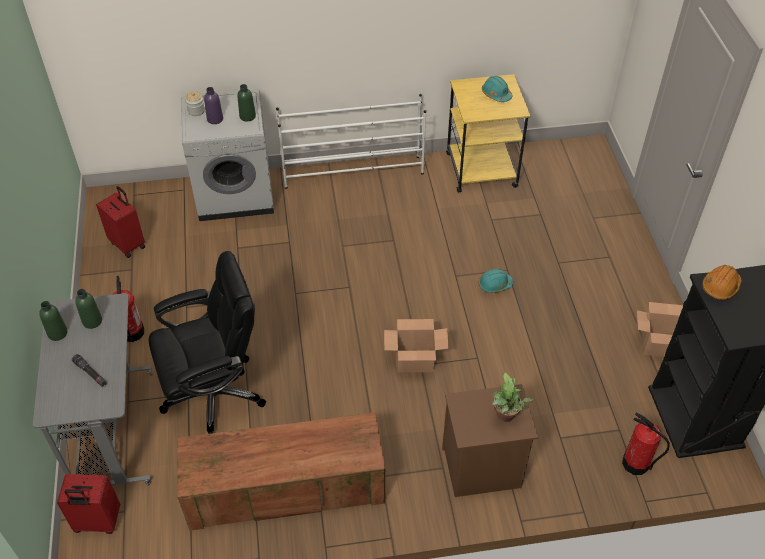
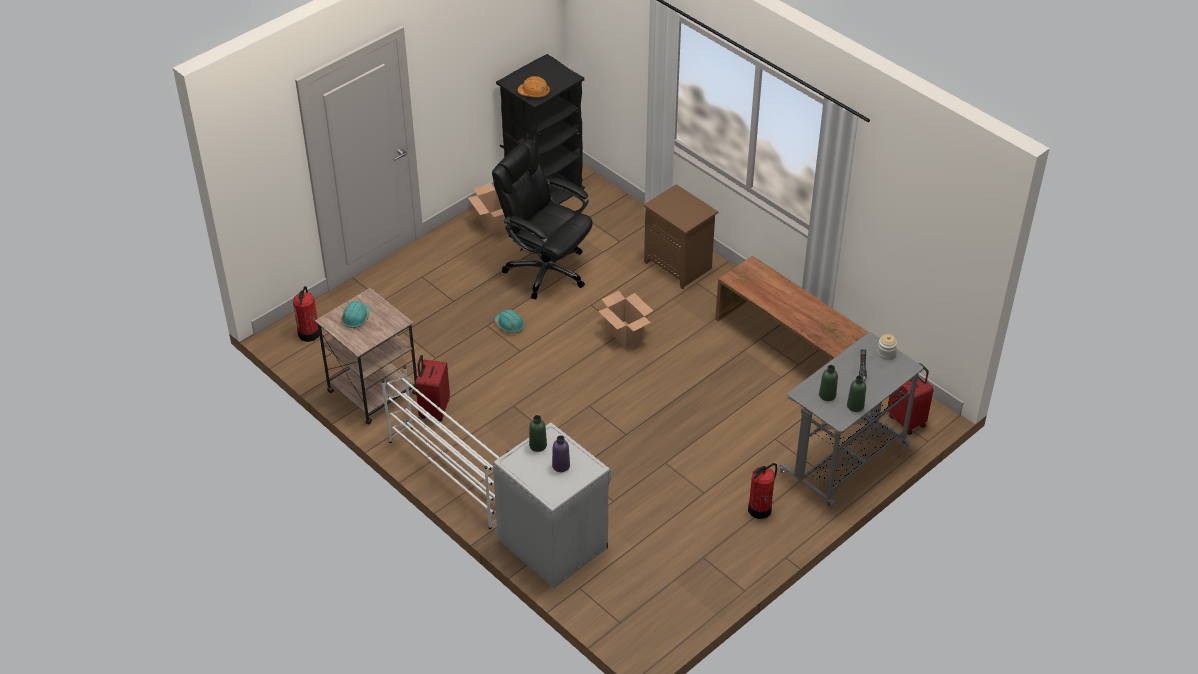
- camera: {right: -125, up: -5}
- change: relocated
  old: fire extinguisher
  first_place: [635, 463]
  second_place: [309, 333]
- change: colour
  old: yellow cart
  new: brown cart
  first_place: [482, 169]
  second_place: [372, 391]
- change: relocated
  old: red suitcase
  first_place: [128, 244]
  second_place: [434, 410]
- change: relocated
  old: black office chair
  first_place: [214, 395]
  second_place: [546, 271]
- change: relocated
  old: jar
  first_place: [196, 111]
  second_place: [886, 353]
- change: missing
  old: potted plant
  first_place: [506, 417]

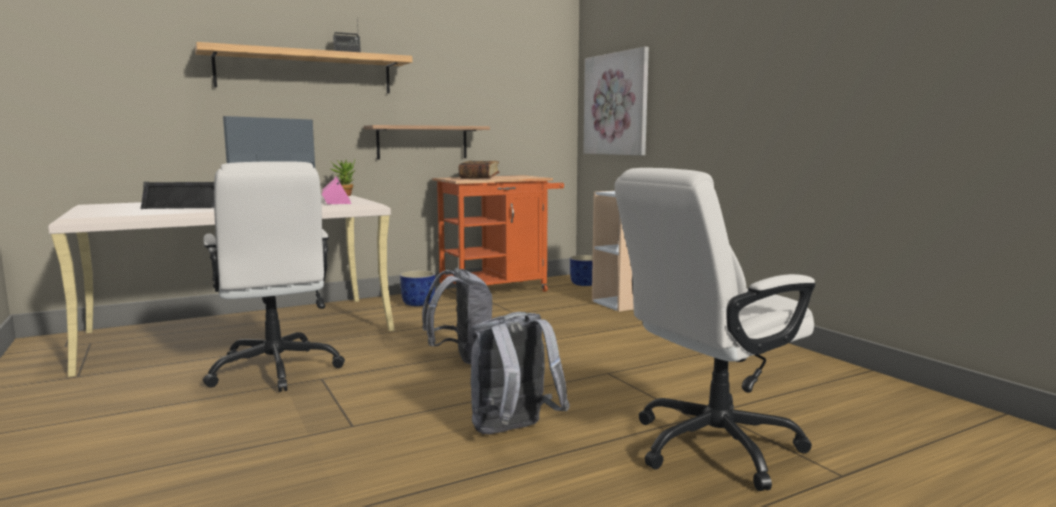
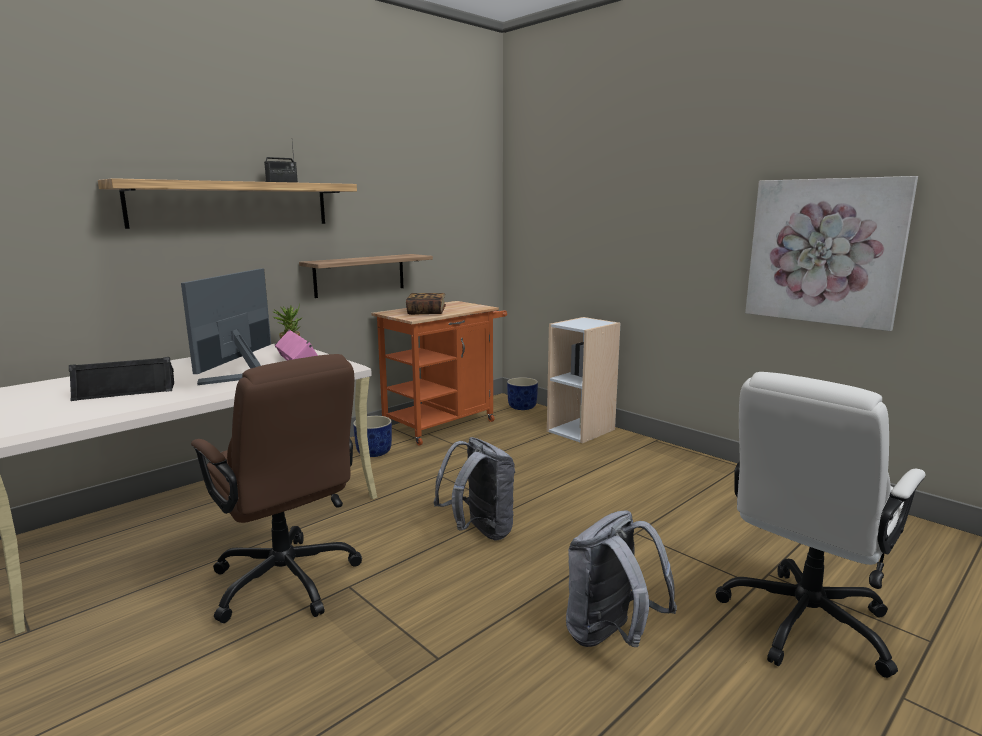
- camera: {right: -15, up: 5}
- change: colour
  old: white office chair
  new: brown office chair
  first_place: [276, 372]
  second_place: [289, 584]
- change: relocated
  old: picture
  first_place: [615, 104]
  second_place: [824, 251]

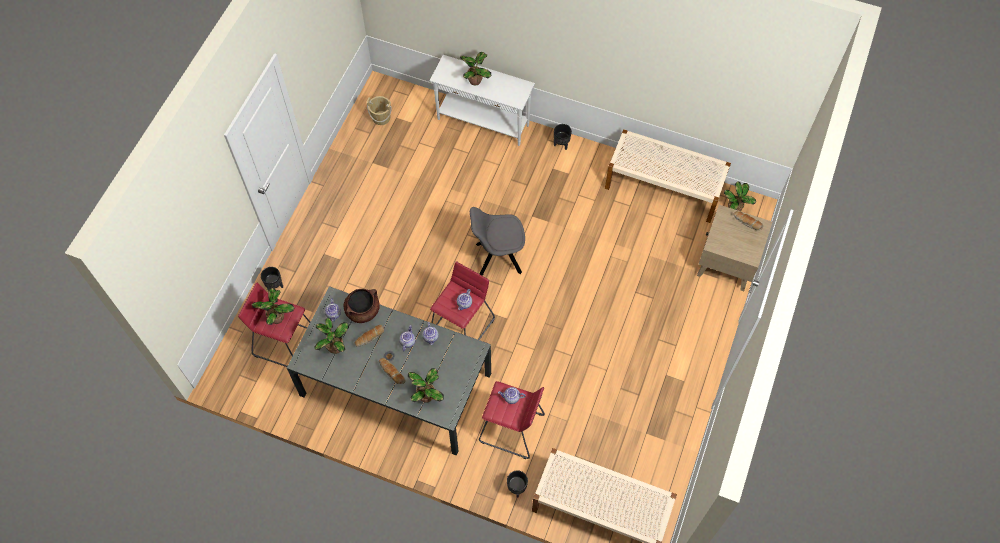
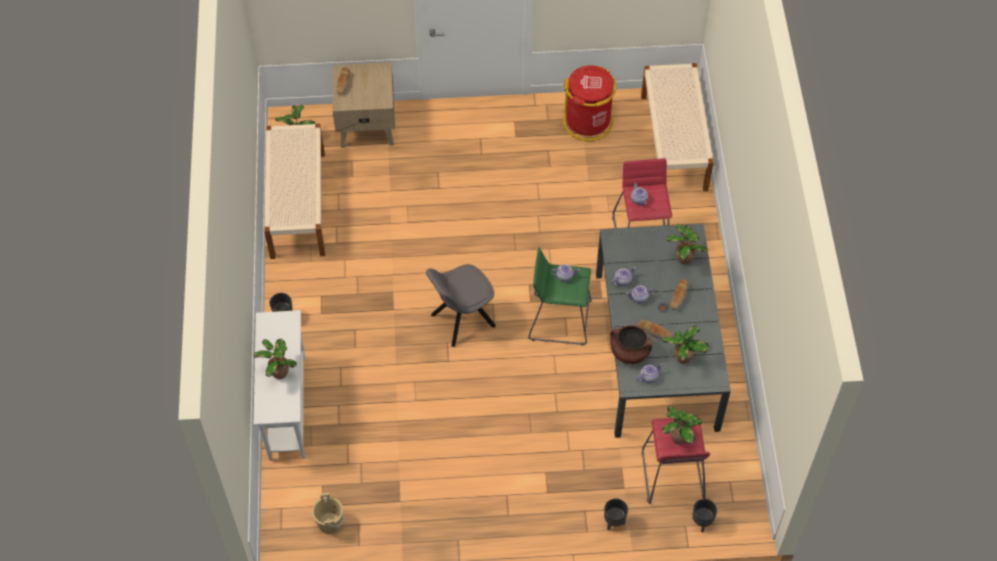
- camera: {right: -115, up: -5}
- change: spun
  old: grey chair
  first_place: [498, 258]
  second_place: [462, 320]
  degrees: 90
- change: colour
  old: red stool
  new: green stool
  first_place: [462, 326]
  second_place: [559, 320]
- change: appeared
  new: red trash can
  second_place: [588, 122]
- change: relocated
  old: black planter
  first_place: [516, 488]
  second_place: [701, 523]

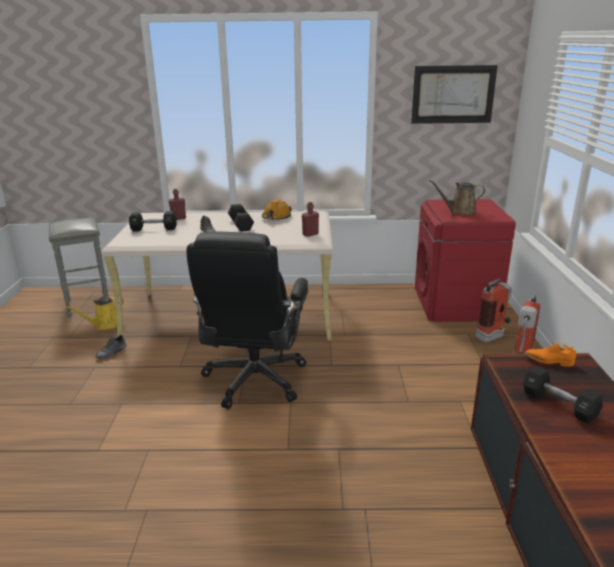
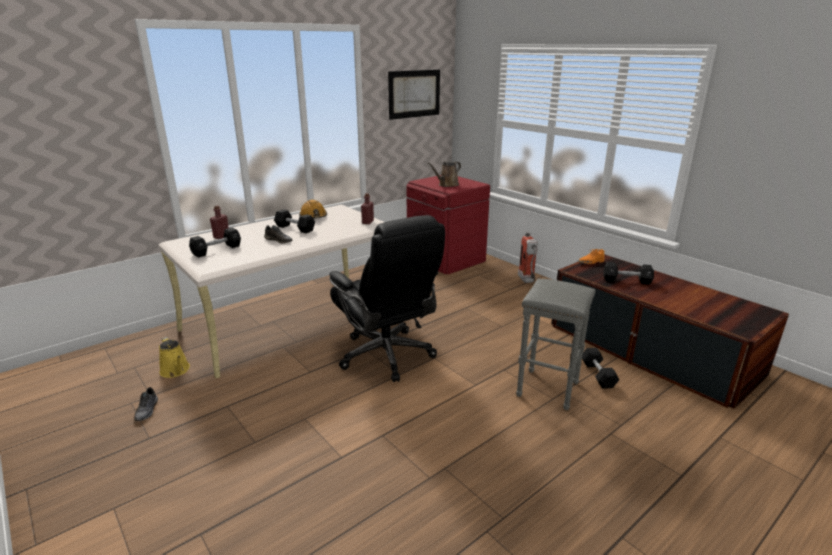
- camera: {right: -40, up: 0}
- change: relocated
  old: grey shoe
  first_place: [112, 353]
  second_place: [147, 410]
- change: spun
  old: yellow watering can
  first_place: [105, 325]
  second_place: [176, 371]
  degrees: -45
- change: relocated
  old: grey stool
  first_place: [89, 305]
  second_place: [549, 388]
- change: appeared
  new: black dumbbell
  second_place: [598, 375]
- change: missing
  old: fire extinguisher
  first_place: [493, 336]

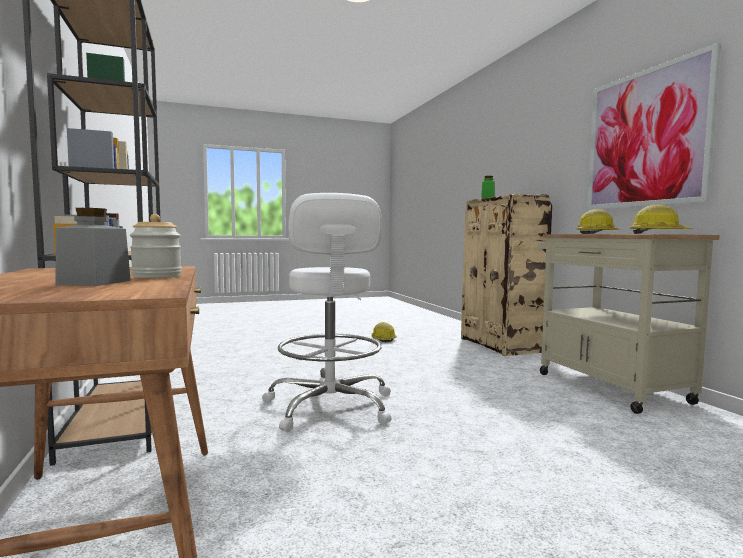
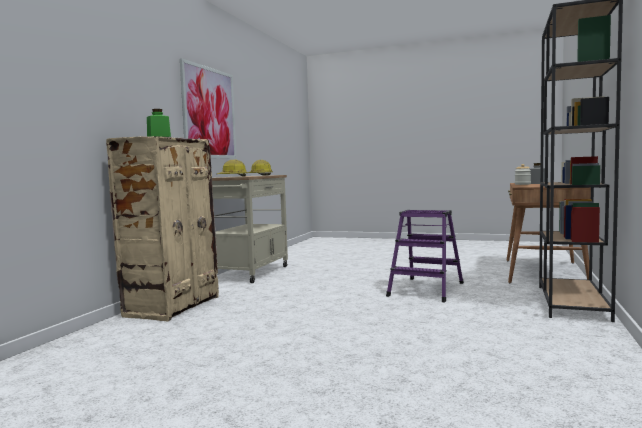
- camera: {right: -140, up: 0}
- change: exchanged
  old: white stool
  new: purple step ladder
  first_place: [330, 407]
  second_place: [426, 289]
- change: missing
  old: hard hat
  first_place: [382, 339]

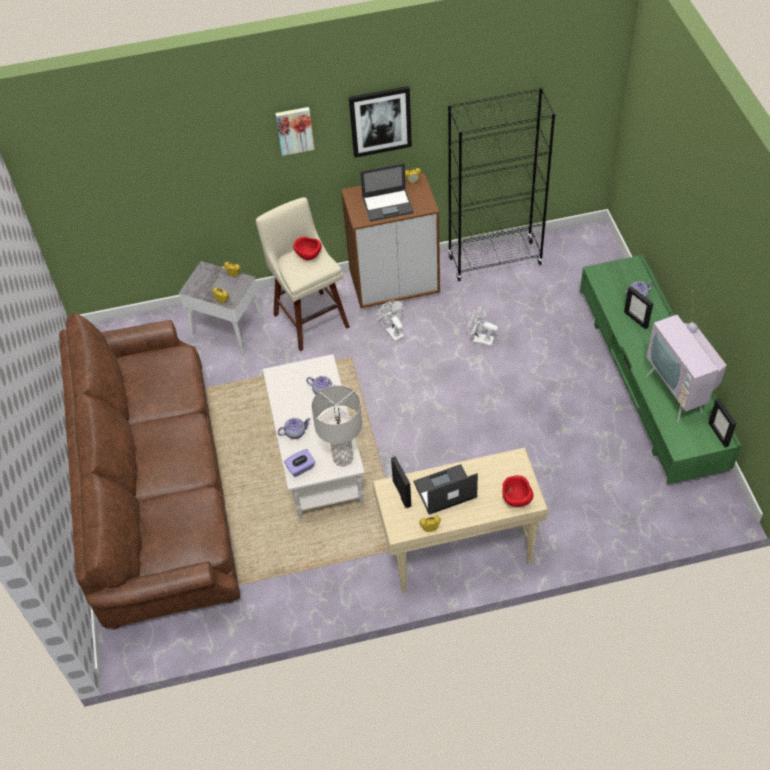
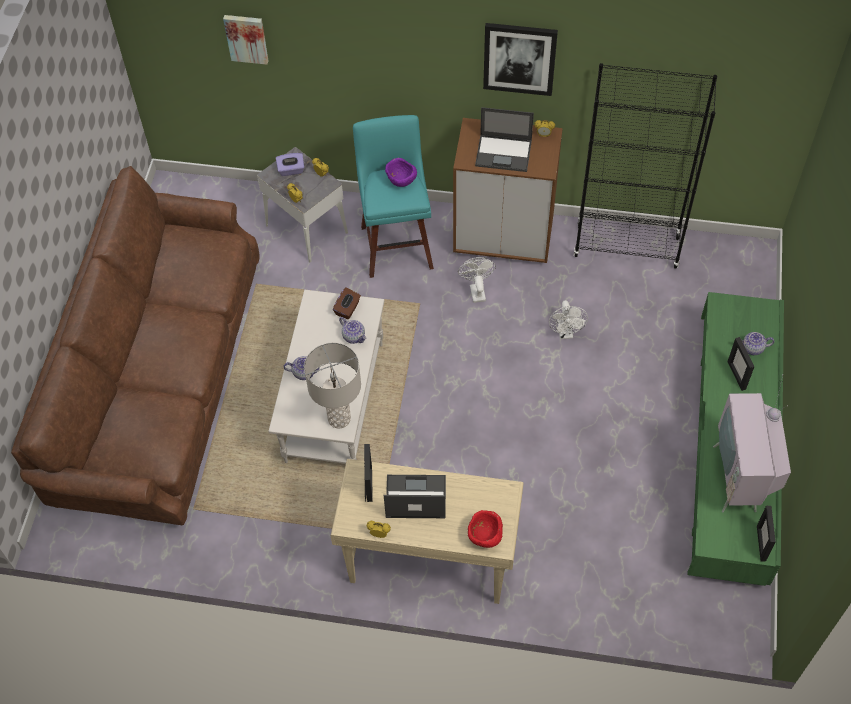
- camera: {right: 20, up: 5}
- change: relocated
  old: picture
  first_place: [294, 130]
  second_place: [246, 38]
- change: relocated
  old: purple tissue box
  first_place: [301, 468]
  second_place: [291, 170]
- change: appeared
  new: brown tissue box
  second_place: [347, 309]
- change: colour
  old: beige stool
  new: turquoise stool
  first_place: [310, 319]
  second_place: [397, 245]
- change: colour
  old: red bowl
  new: purple bowl
  first_place: [308, 256]
  second_place: [401, 181]
- change: spun
  old: white fan
  first_place: [480, 340]
  second_place: [565, 333]
  degrees: -135

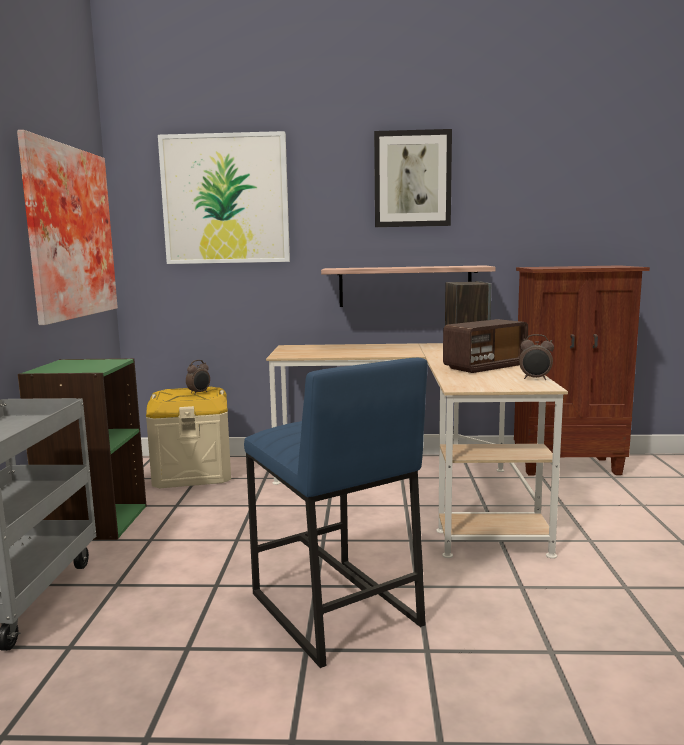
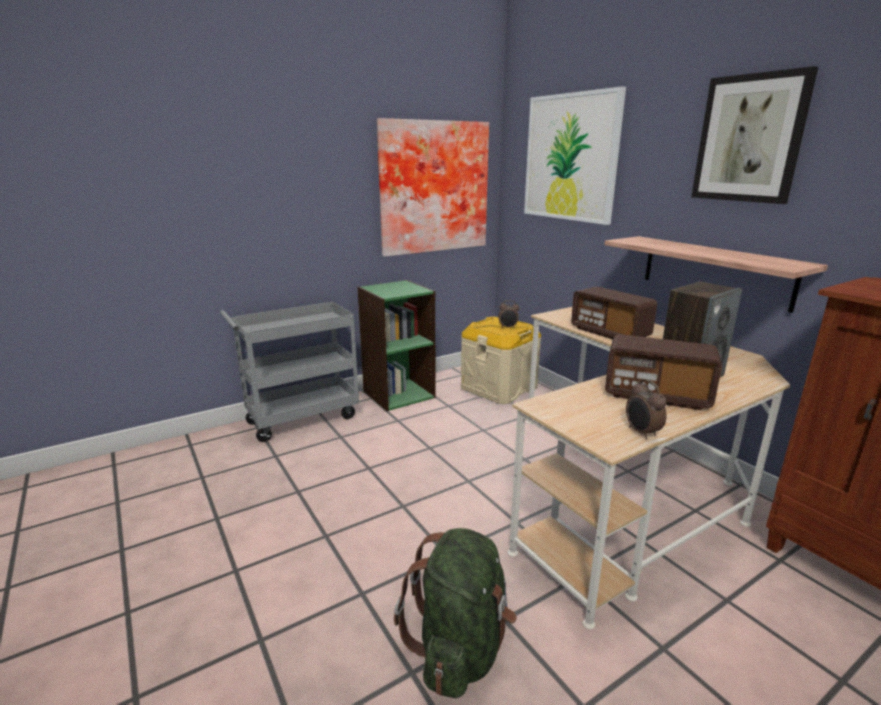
- camera: {right: 55, up: 10}
- change: appeared
  new: green backpack
  second_place: [460, 648]
- change: appeared
  new: radio
  second_place: [610, 333]
- change: missing
  old: blue stool
  first_place: [335, 609]

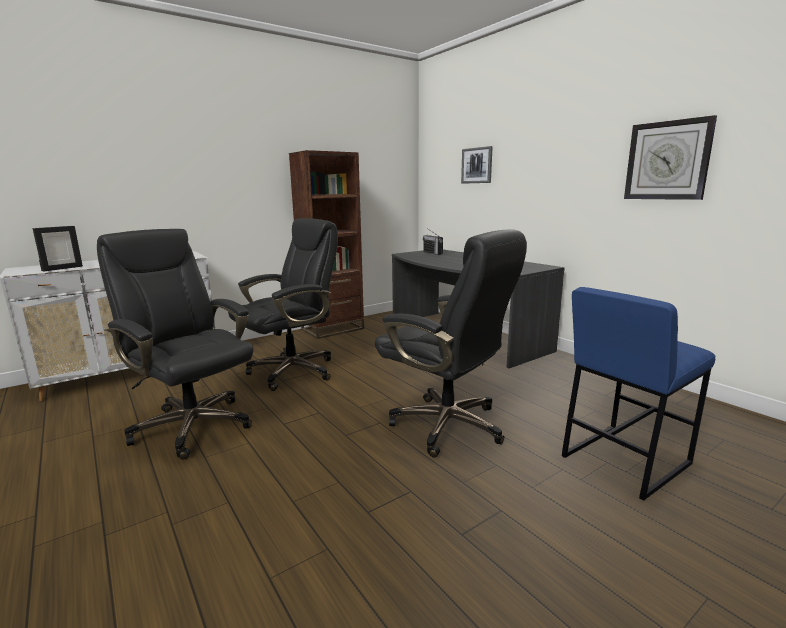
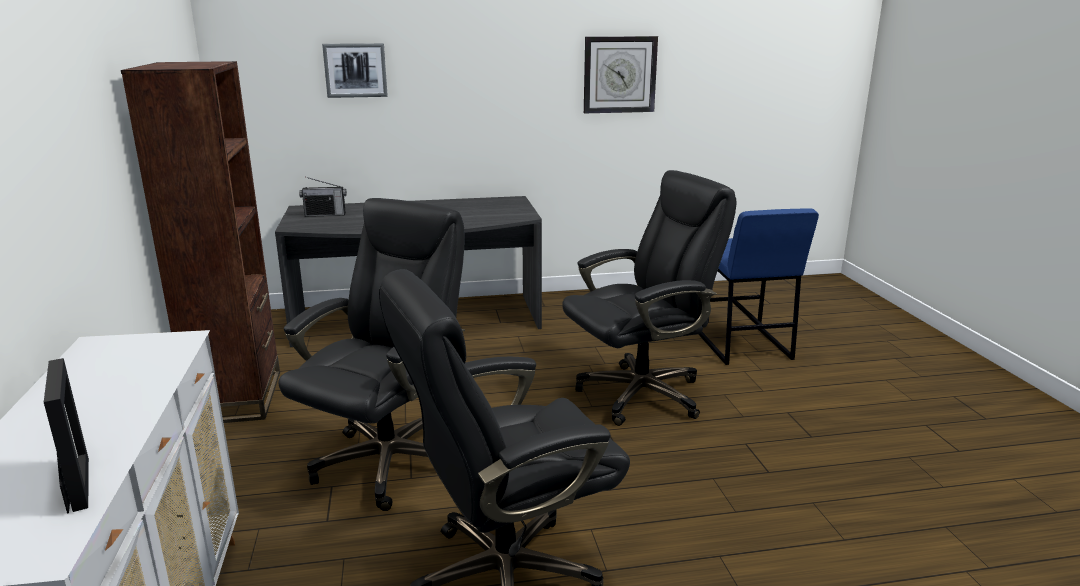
- camera: {right: -65, up: 5}
- change: spun
  old: black office chair
  first_place: [291, 372]
  second_place: [387, 465]
  degrees: 45

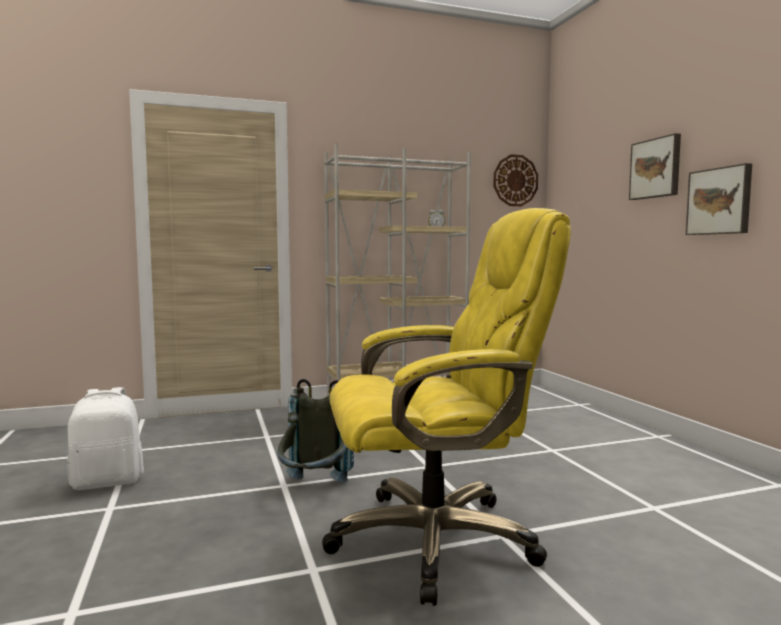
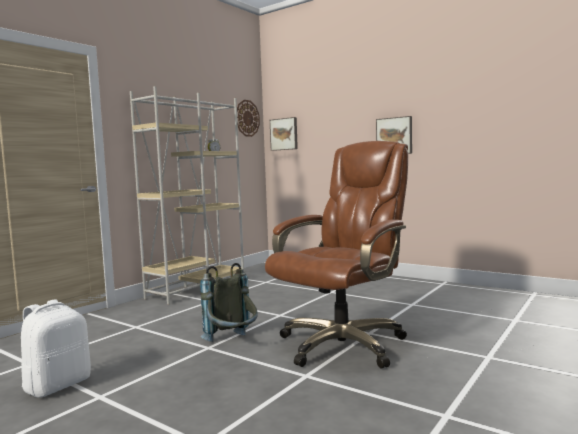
- camera: {right: -35, up: 0}
- change: colour
  old: yellow office chair
  new: brown office chair
  first_place: [433, 540]
  second_place: [342, 344]
- change: relocated
  old: picture
  first_place: [656, 168]
  second_place: [284, 134]

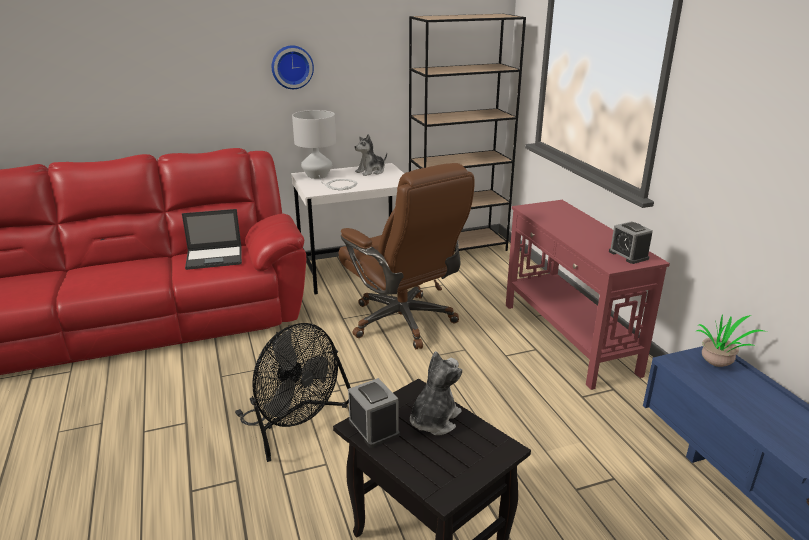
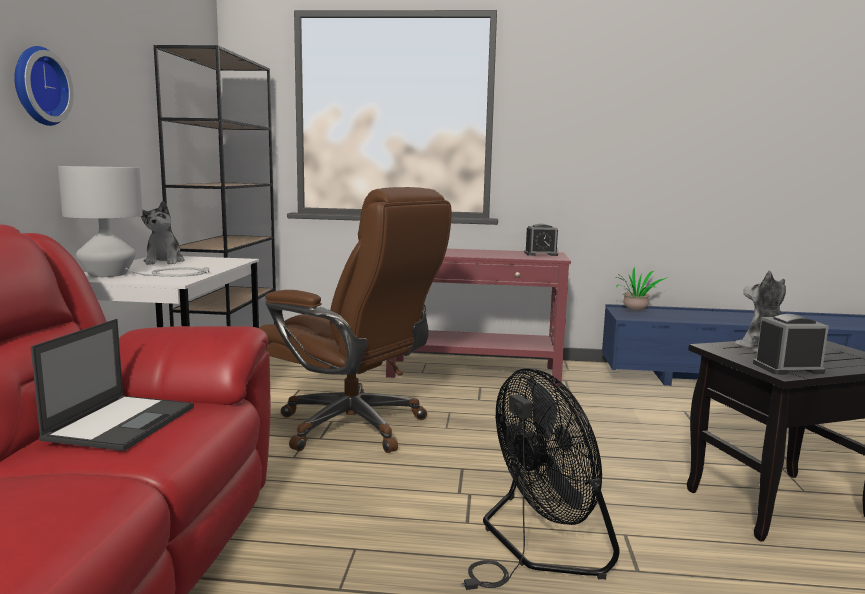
- camera: {right: -65, up: -15}
- change: spun
  old: brown office chair
  first_place: [402, 321]
  second_place: [352, 426]
  degrees: 45

